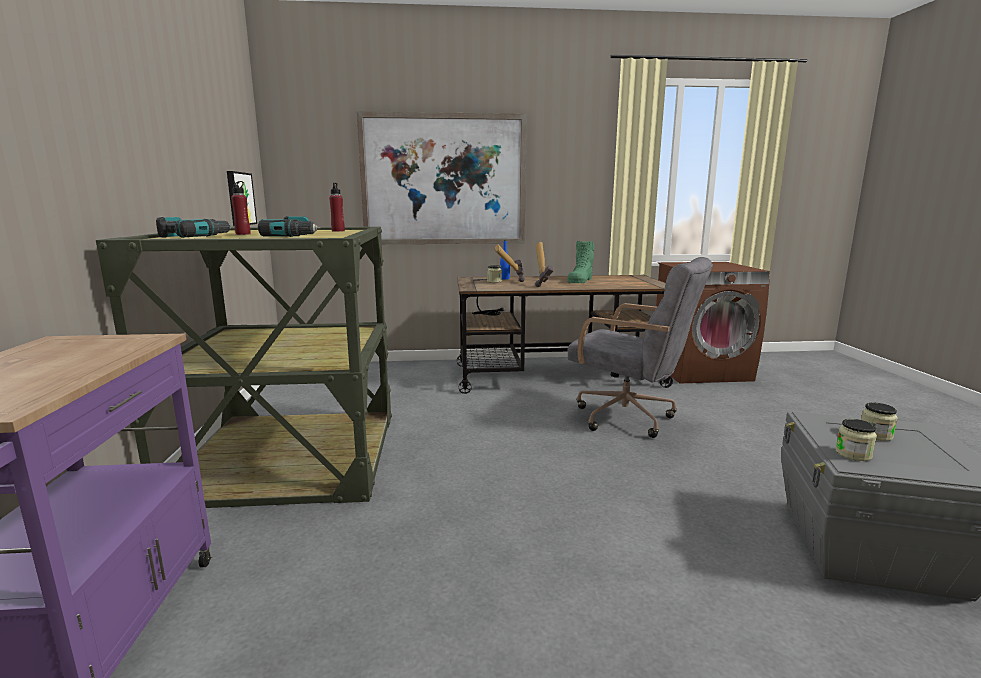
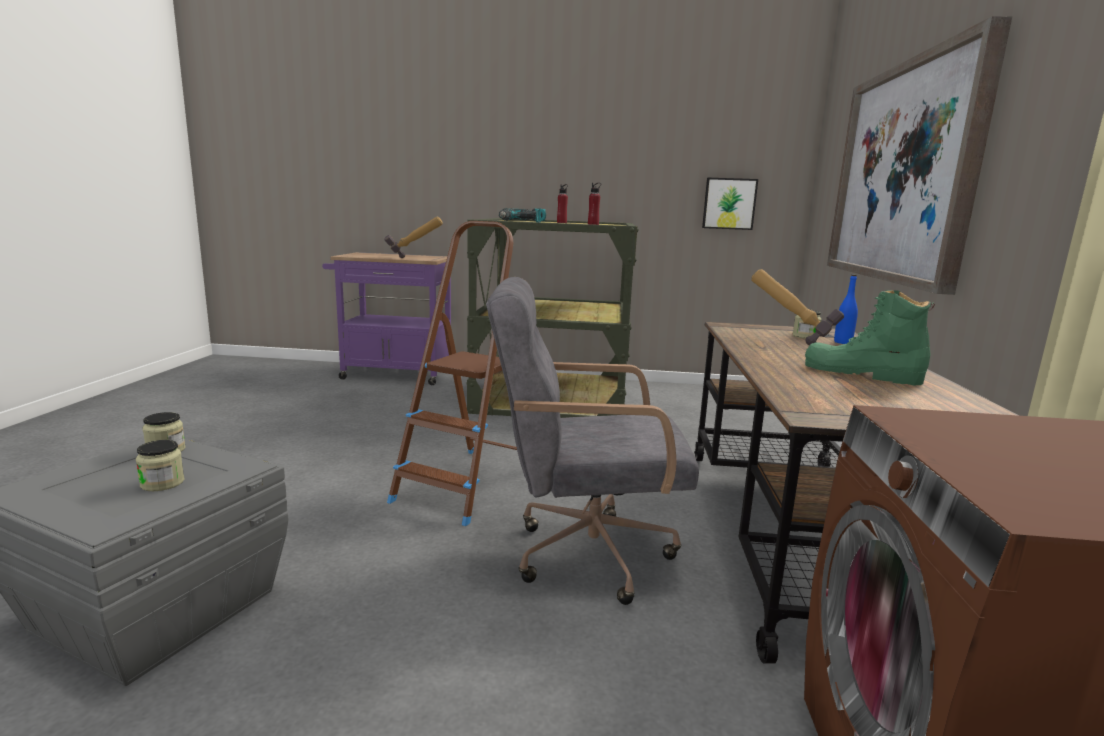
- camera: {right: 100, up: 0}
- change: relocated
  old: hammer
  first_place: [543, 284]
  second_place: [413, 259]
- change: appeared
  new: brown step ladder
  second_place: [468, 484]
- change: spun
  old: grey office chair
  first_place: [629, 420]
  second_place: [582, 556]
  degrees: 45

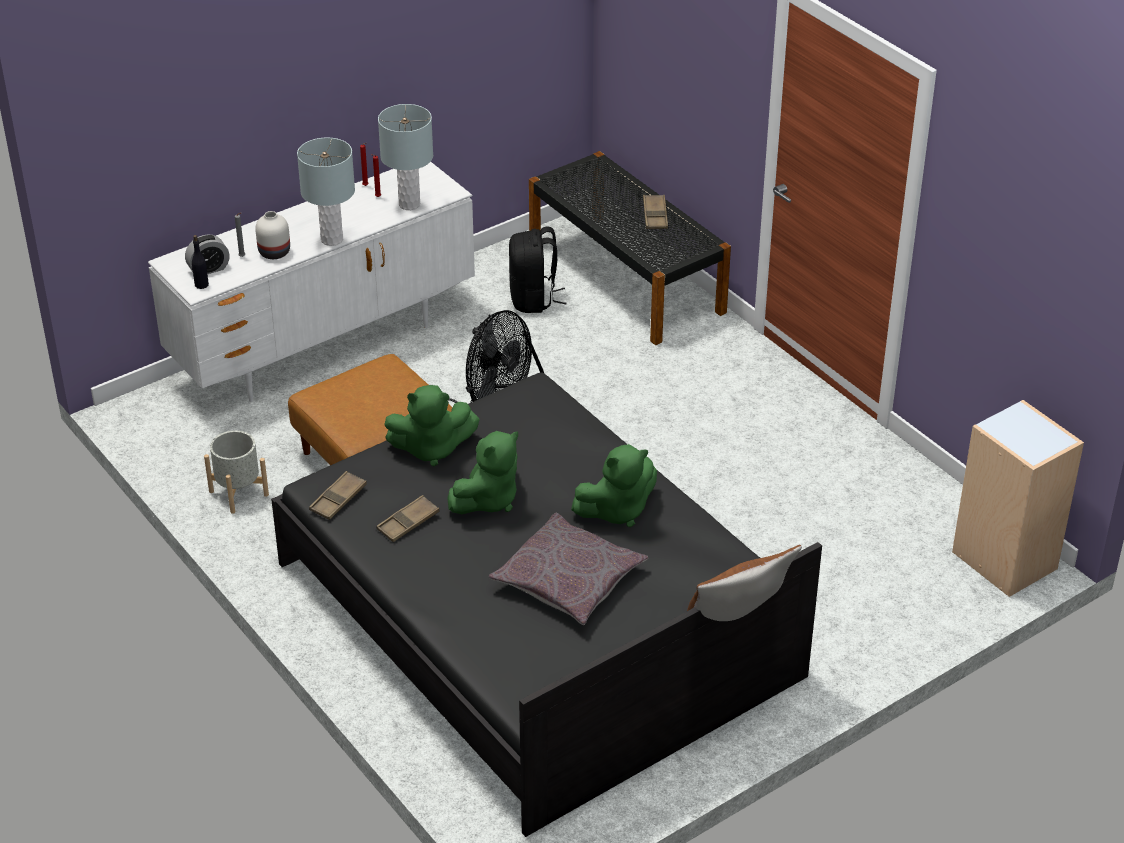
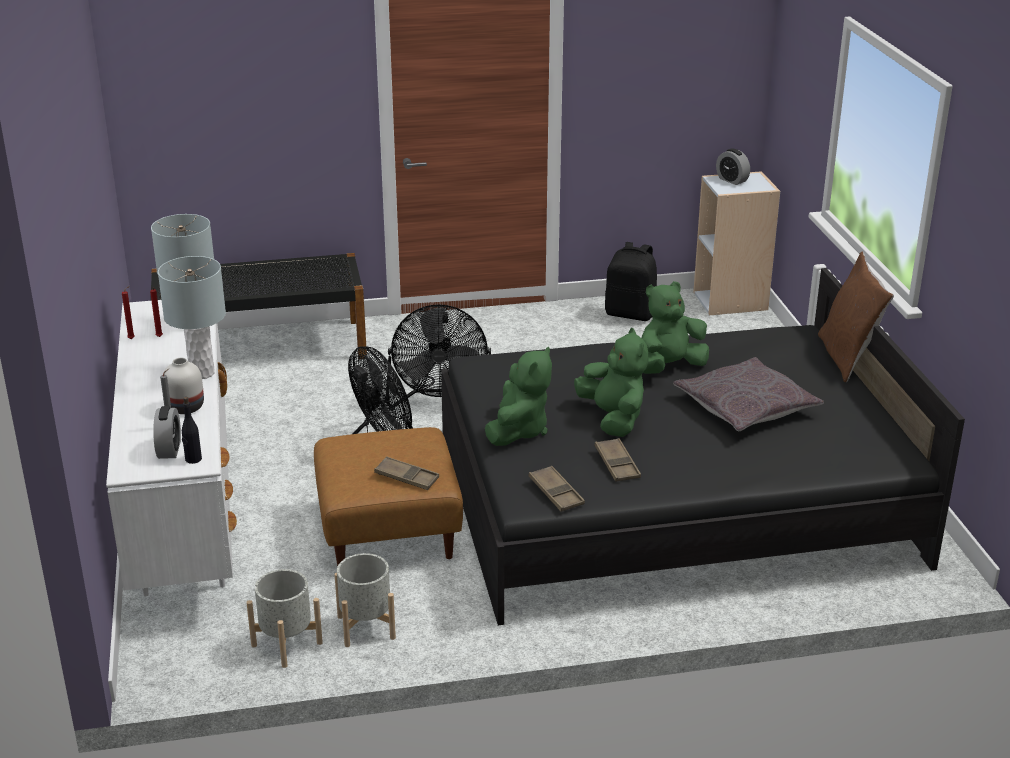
- camera: {right: -65, up: -10}
- change: appeared
  new: grey planter
  second_place: [287, 644]
- change: relocated
  old: brown tray
  first_place: [655, 215]
  second_place: [406, 477]
- change: appeared
  new: black fan
  second_place: [437, 399]
- change: relocated
  old: black backpack
  first_place: [533, 300]
  second_place: [631, 314]
- change: spun
  old: green plush toy
  first_place: [616, 510]
  second_place: [669, 367]
  degrees: -120
- change: appeared
  new: alarm clock
  second_place: [732, 180]

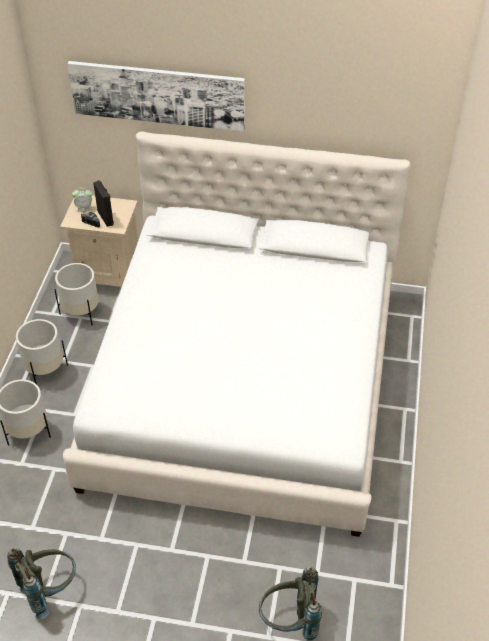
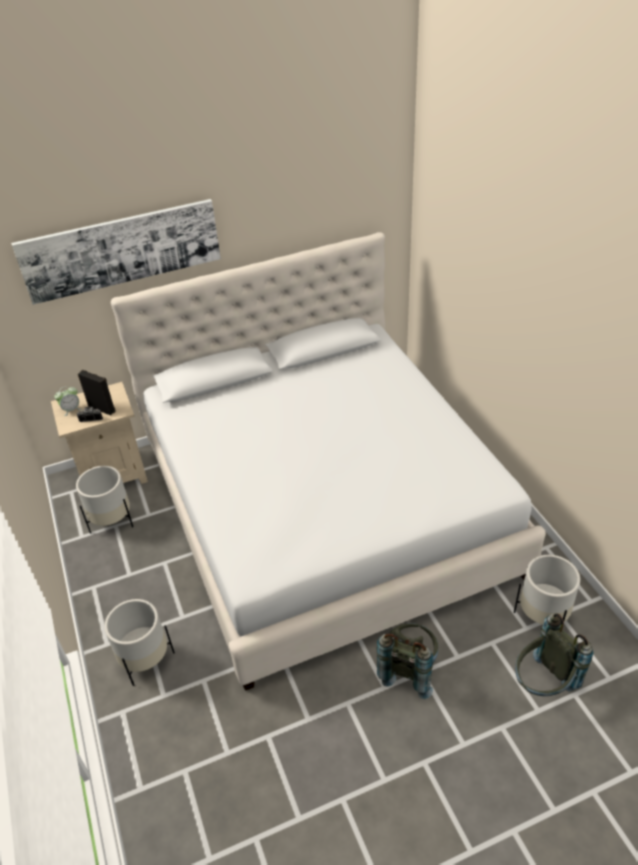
- camera: {right: -30, up: -5}
- change: relocated
  old: grey backpack
  first_place: [49, 589]
  second_place: [408, 669]
- change: relocated
  old: white planter
  first_place: [45, 370]
  second_place: [542, 616]

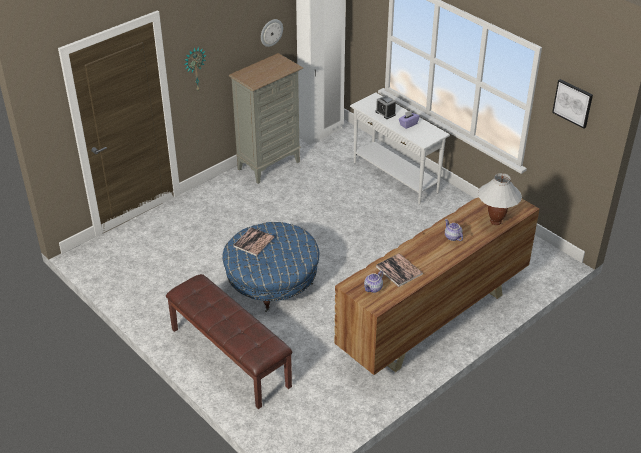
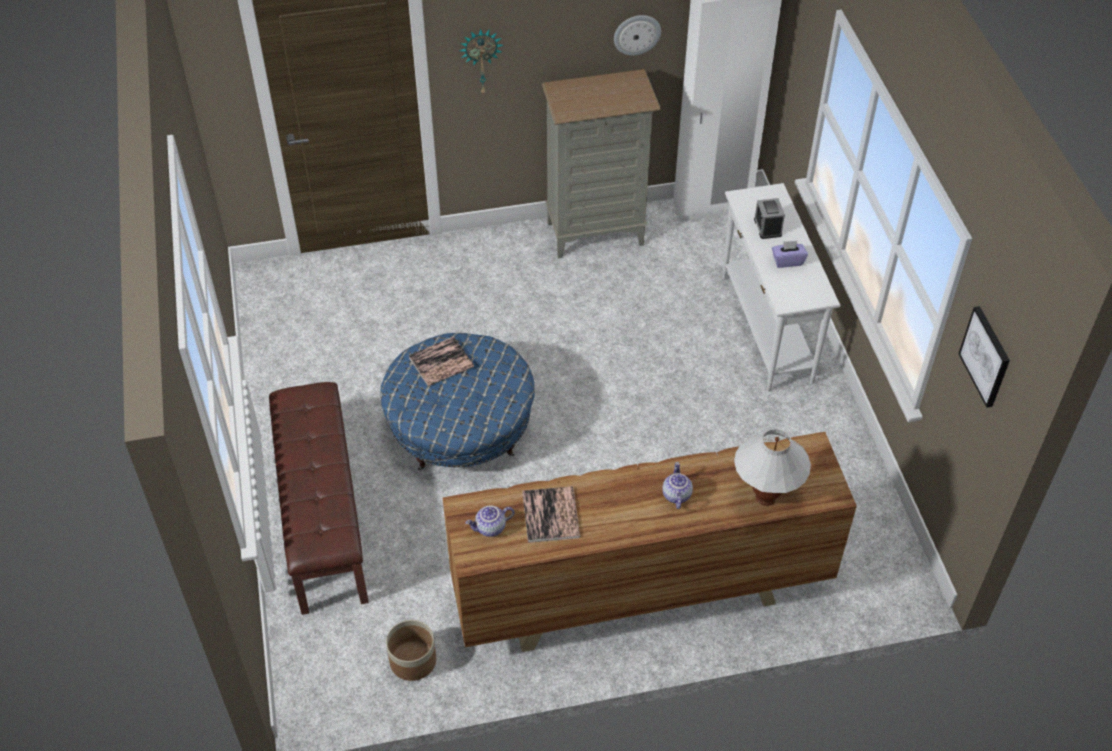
- camera: {right: 30, up: 10}
- change: appeared
  new: planter
  second_place: [412, 661]

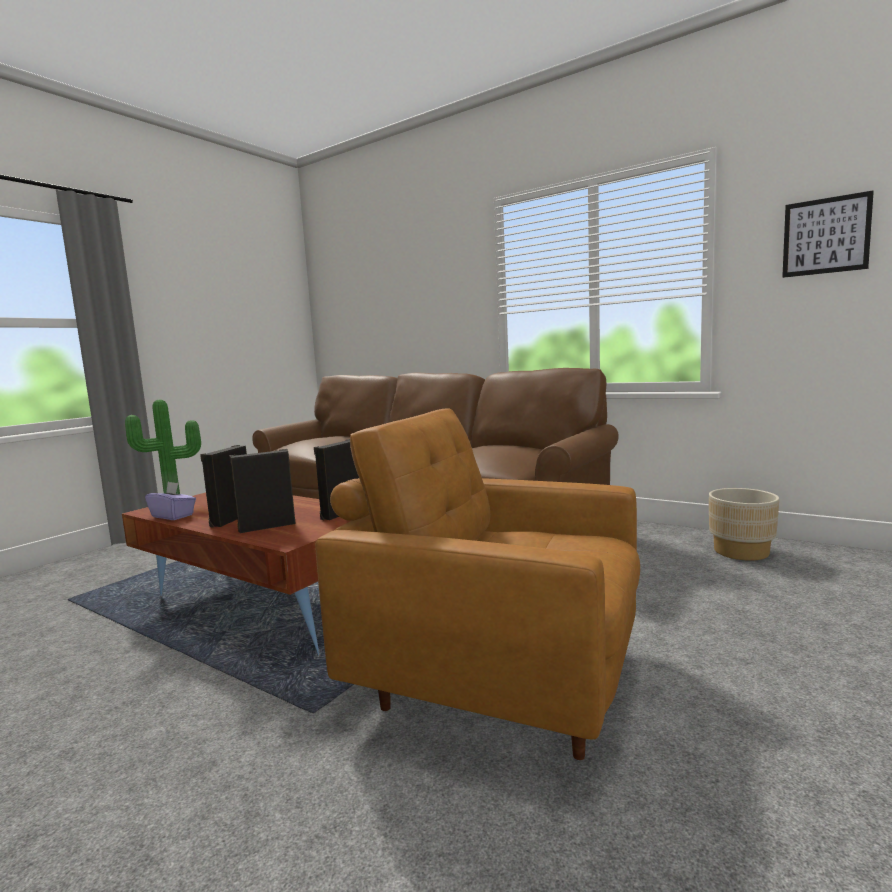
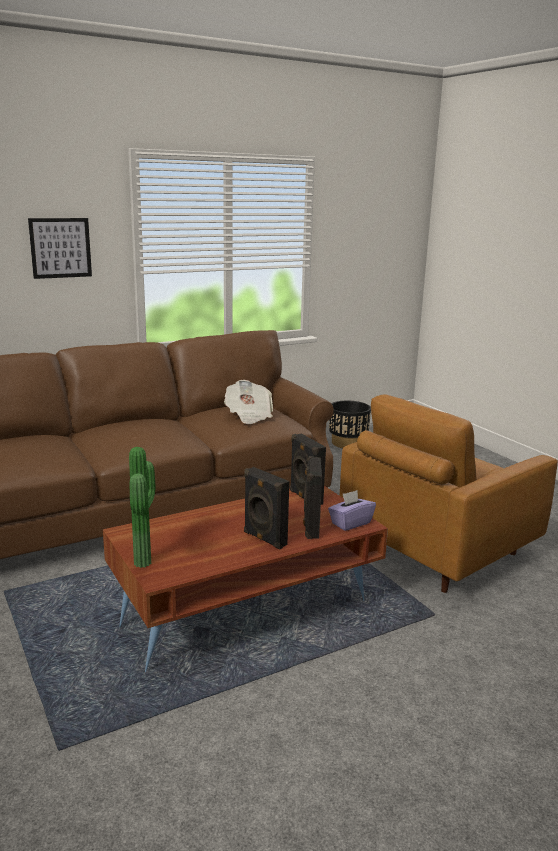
- camera: {right: -65, up: 10}
- change: relocated
  old: picture
  first_place: [825, 236]
  second_place: [60, 248]
- change: appeared
  new: newspaper
  second_place: [248, 415]
- change: relocated
  old: purple tissue box
  first_place: [173, 516]
  second_place: [350, 523]
- change: colour
  old: beige planter
  new: black planter
  first_place: [741, 552]
  second_place: [348, 443]

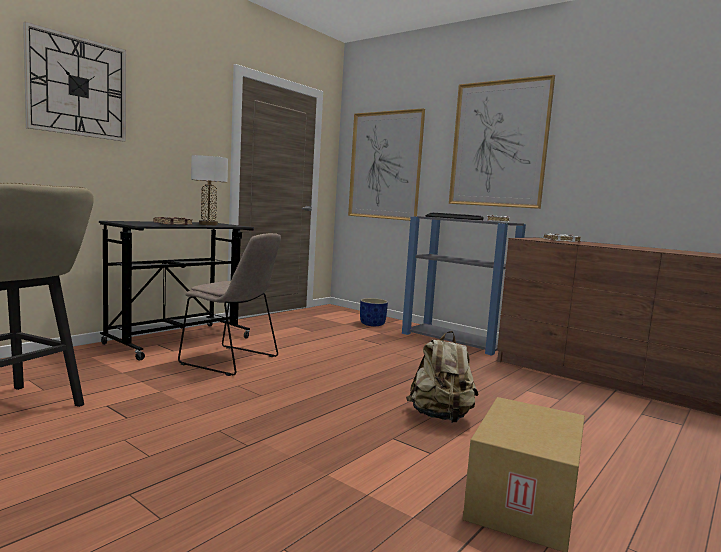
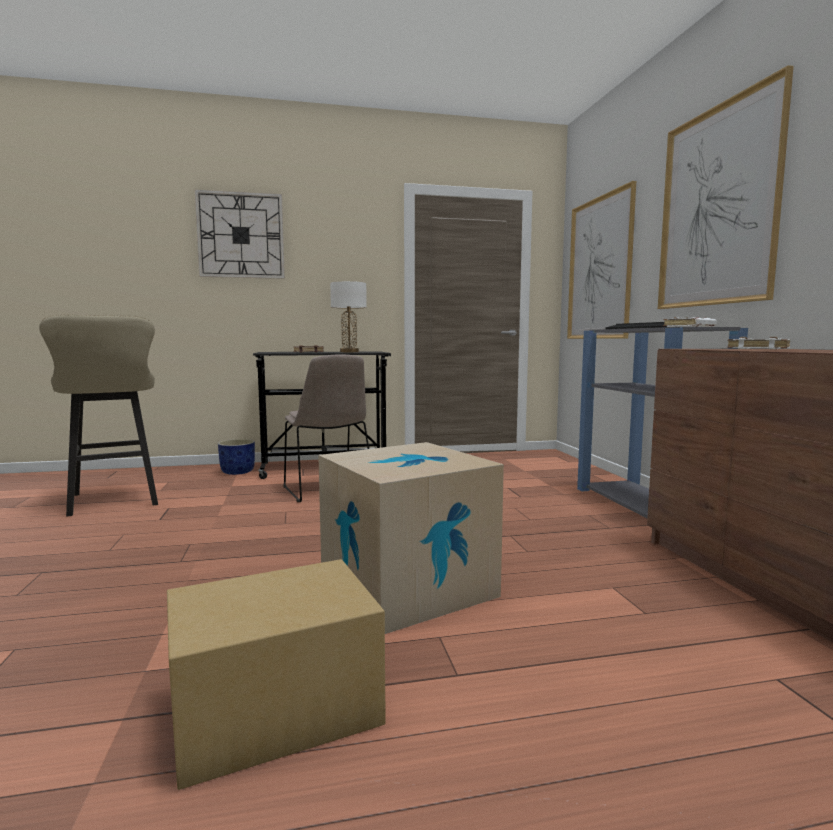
- camera: {right: 40, up: 0}
- change: relocated
  old: blue planter
  first_place: [372, 324]
  second_place: [237, 472]
- change: exchanged
  old: beige backpack
  new: cardboard box
  first_place: [441, 417]
  second_place: [407, 587]

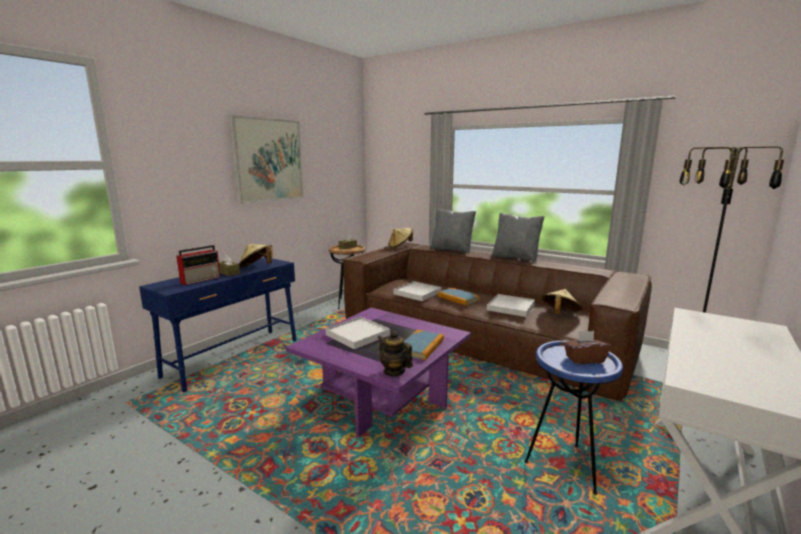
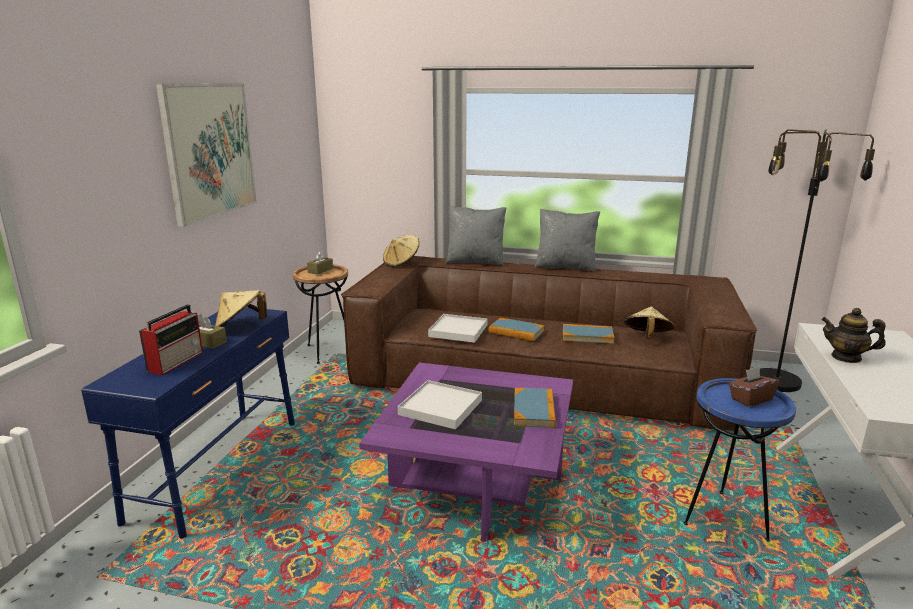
- camera: {right: -20, up: 5}
- change: exchanged
  old: white tray
  new: book
  first_place: [510, 307]
  second_place: [587, 336]
- change: relocated
  old: teapot
  first_place: [394, 371]
  second_place: [846, 357]

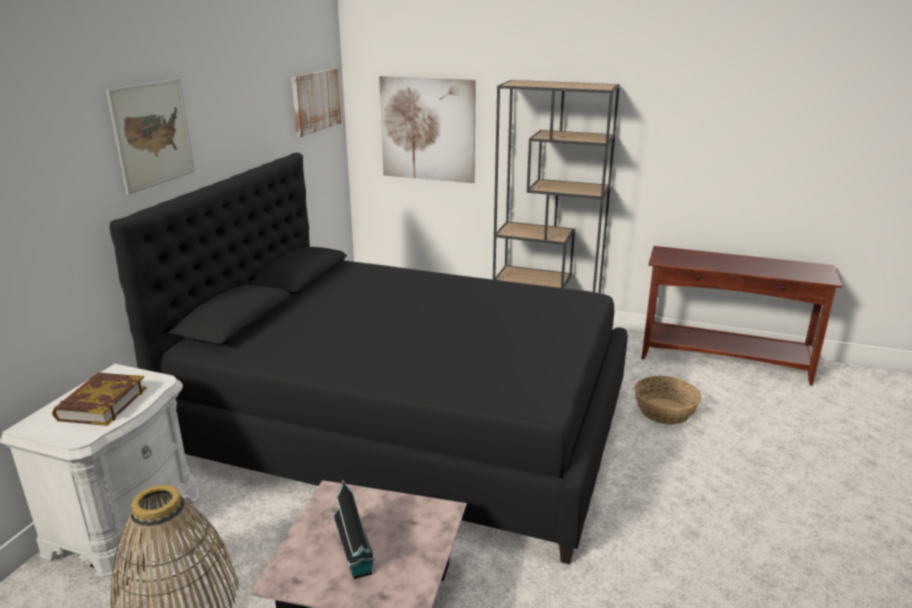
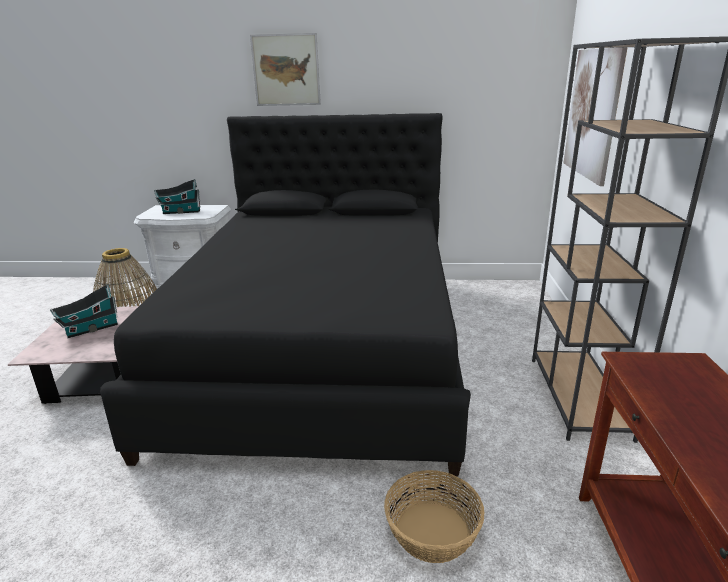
- camera: {right: 75, up: 0}
- change: exchanged
  old: book
  new: toy house
  first_place: [101, 404]
  second_place: [180, 212]
- change: missing
  old: picture
  first_place: [316, 101]

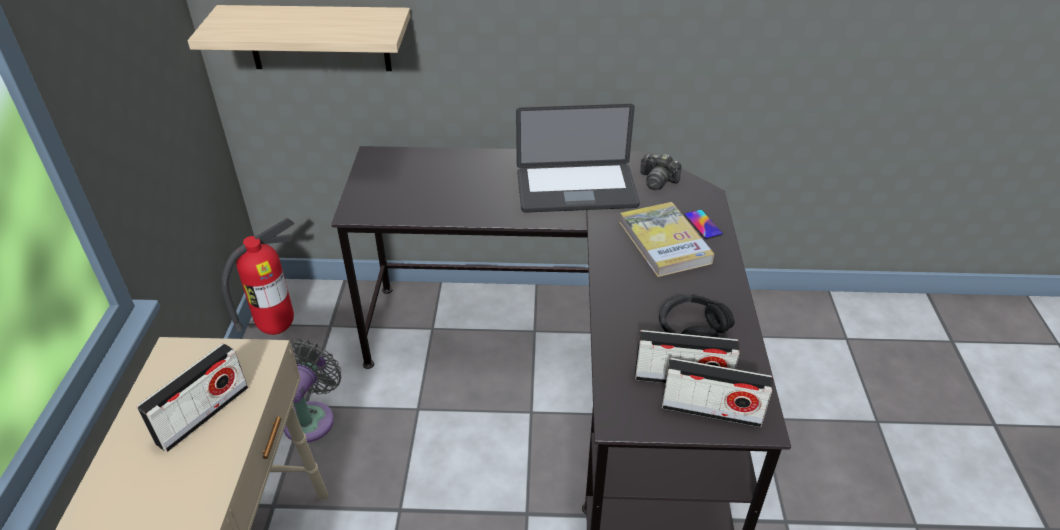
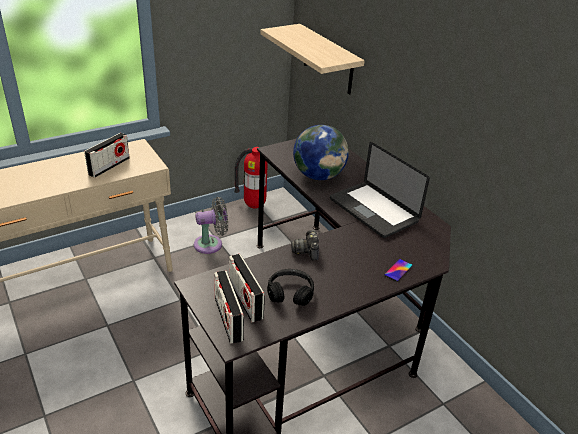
- camera: {right: 55, up: -5}
- change: spun
  old: radio
  first_place: [203, 415]
  second_place: [109, 166]
  degrees: -60
- change: relocated
  old: photo camera
  first_place: [657, 181]
  second_place: [307, 251]
- change: appeared
  new: globe
  second_place: [318, 176]
- change: missing
  old: book
  first_place: [664, 242]

